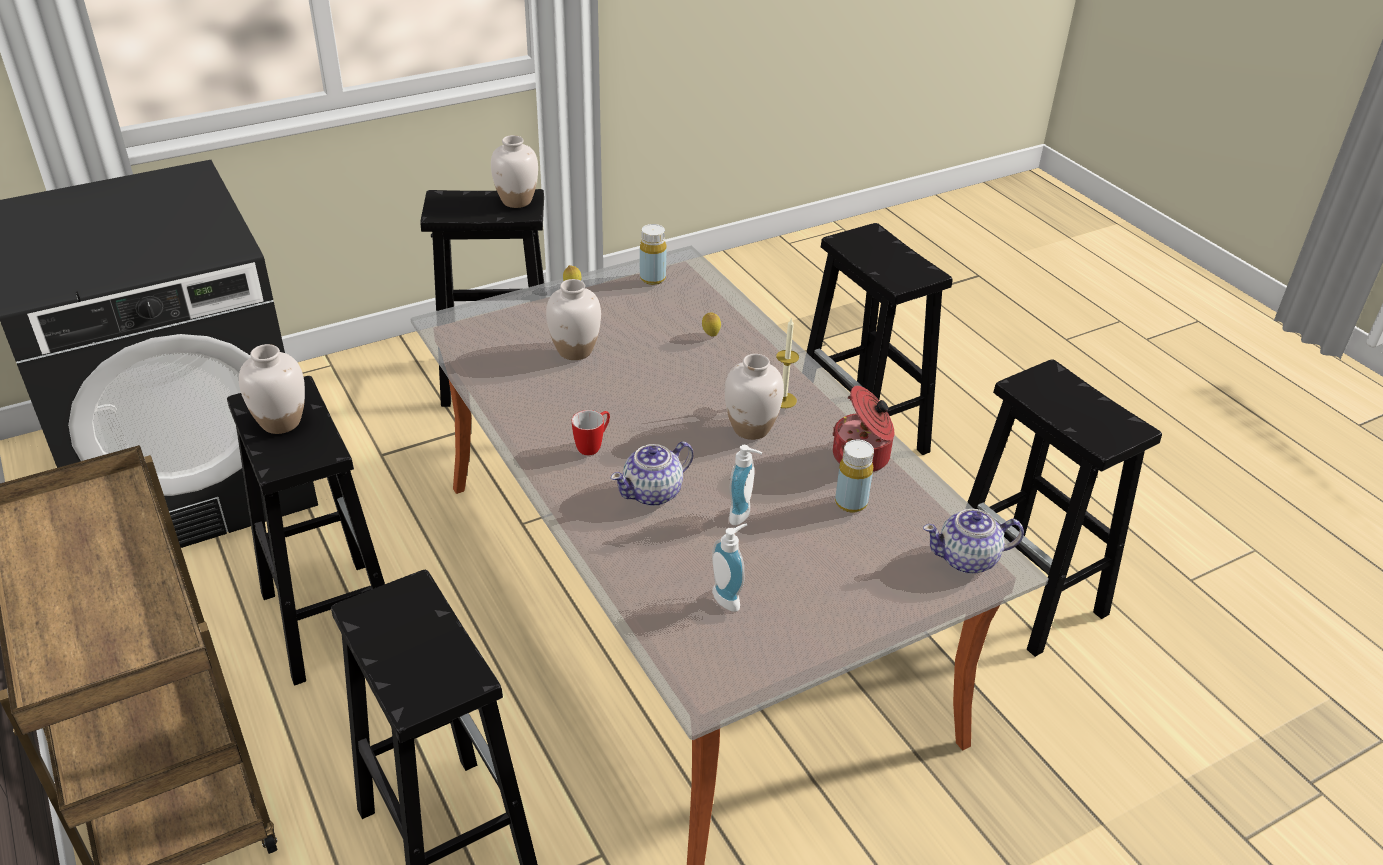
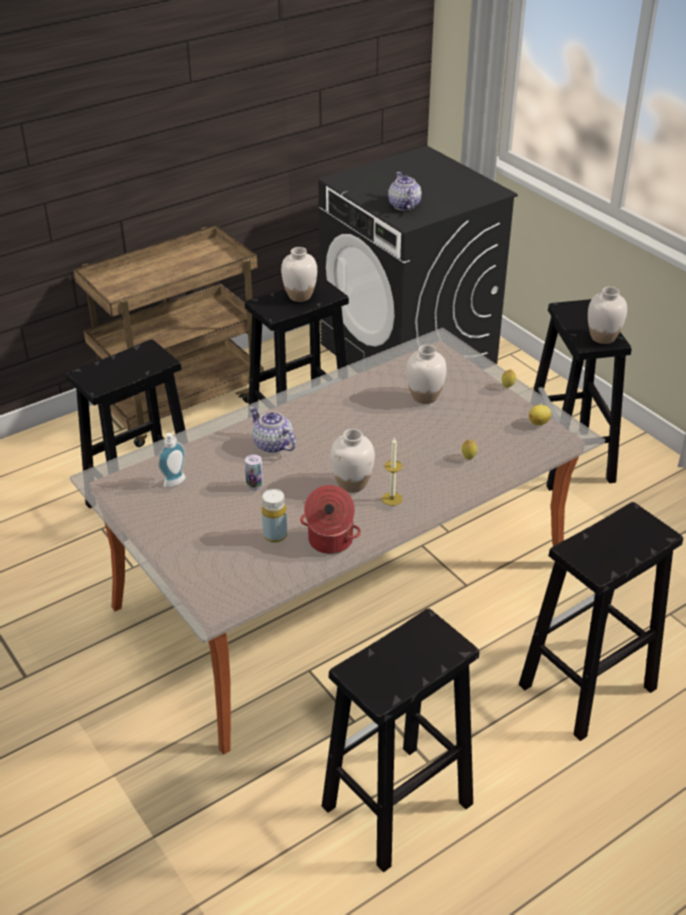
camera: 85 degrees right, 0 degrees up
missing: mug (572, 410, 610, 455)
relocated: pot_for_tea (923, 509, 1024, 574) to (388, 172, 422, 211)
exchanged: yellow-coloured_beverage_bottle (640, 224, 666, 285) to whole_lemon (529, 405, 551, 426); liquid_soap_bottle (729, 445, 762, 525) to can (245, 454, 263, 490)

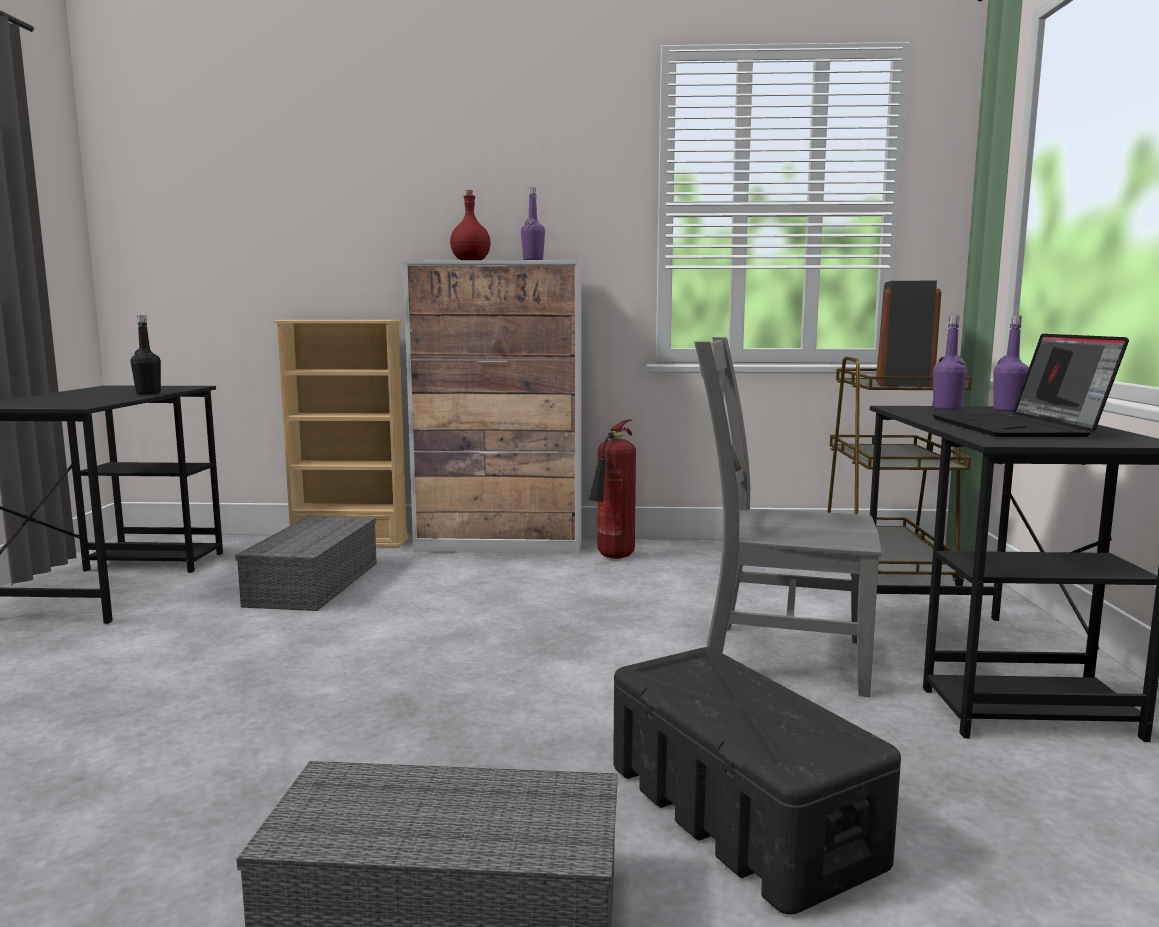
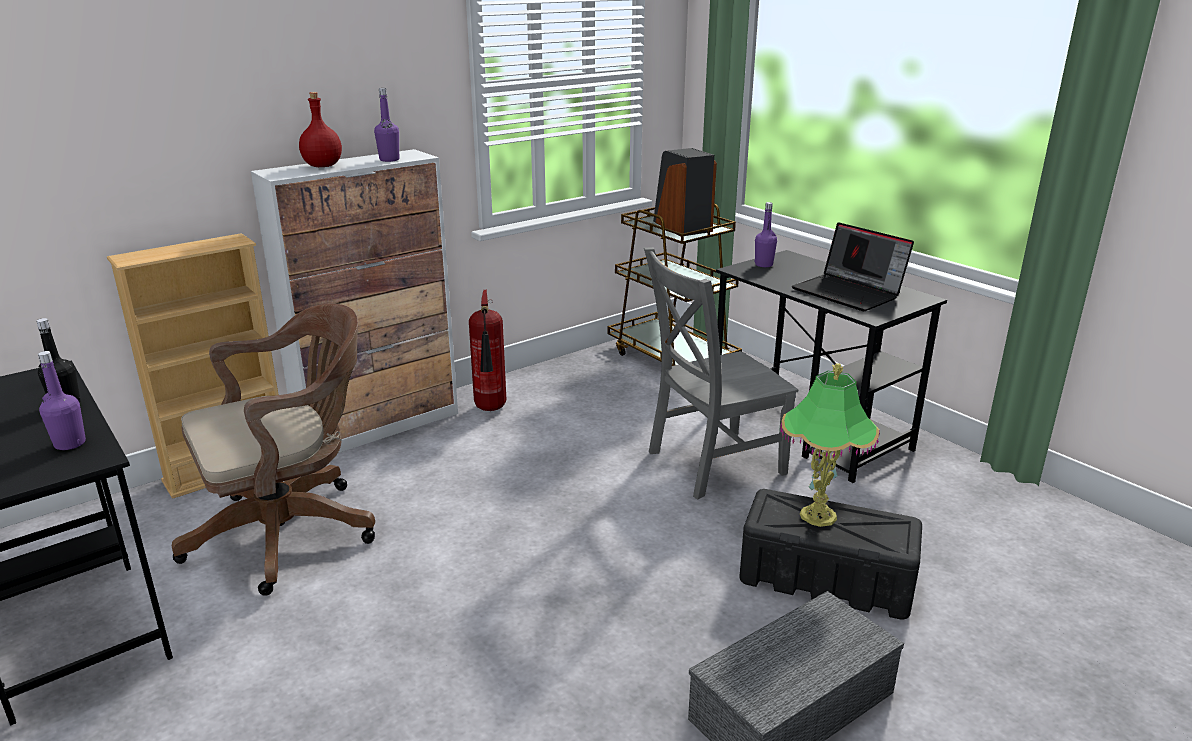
camera: 40 degrees left, 15 degrees up
appeared: table_lamp (780, 363, 880, 527)
relocated: purple-coloured_beverage_bottle (993, 316, 1029, 411) to (38, 351, 86, 450)
exchanged: grey_storage_box (235, 516, 377, 611) to brown_office_chair (172, 303, 375, 596)

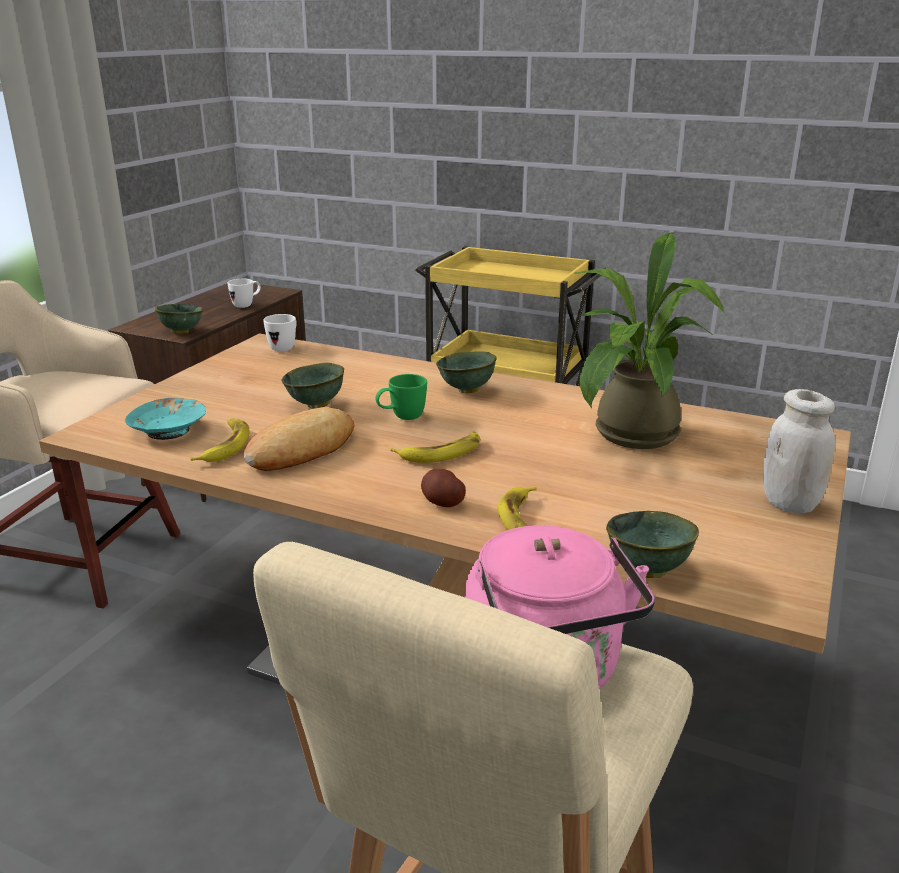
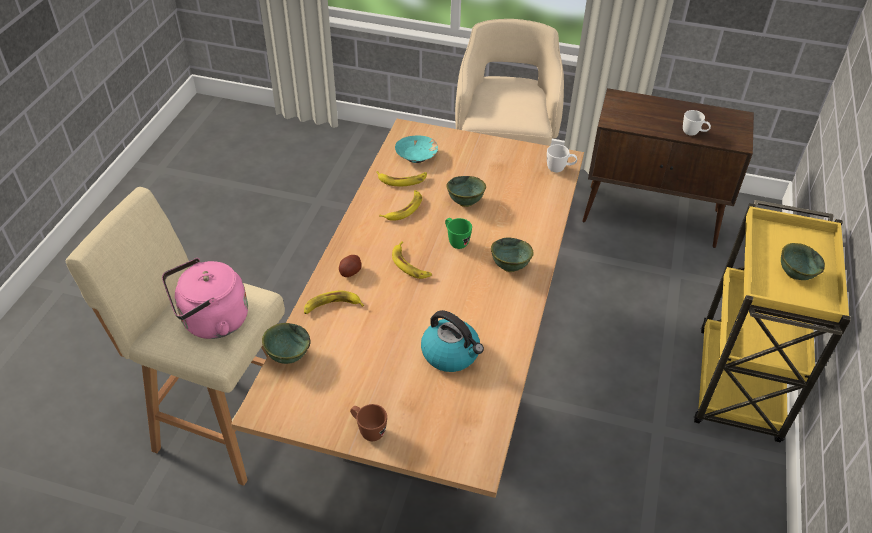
camera: 80 degrees right, 20 degrees up
relocated: green-coloured_serving_bowl (155, 304, 203, 334) to (781, 243, 825, 280)
exchanged: bread (243, 407, 355, 471) to whole_banana (379, 190, 422, 221); houseplant (574, 232, 725, 449) to kettle (421, 310, 484, 372); white-coloured_jar (763, 389, 835, 514) to brown_mug (350, 404, 387, 441)

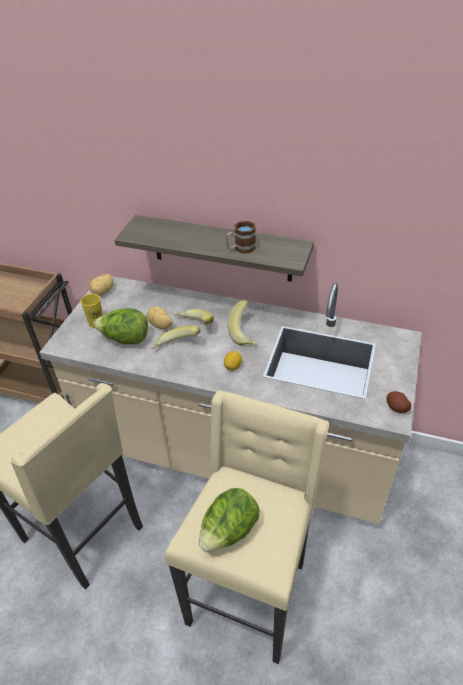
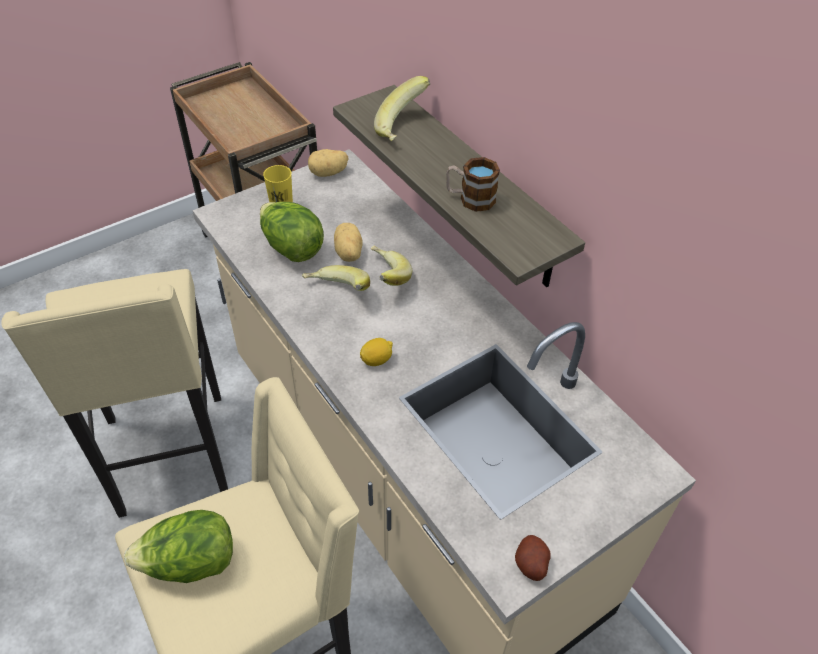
camera: 35 degrees right, 5 degrees up
relocated: whole_banana (228, 300, 256, 345) to (374, 76, 430, 141)

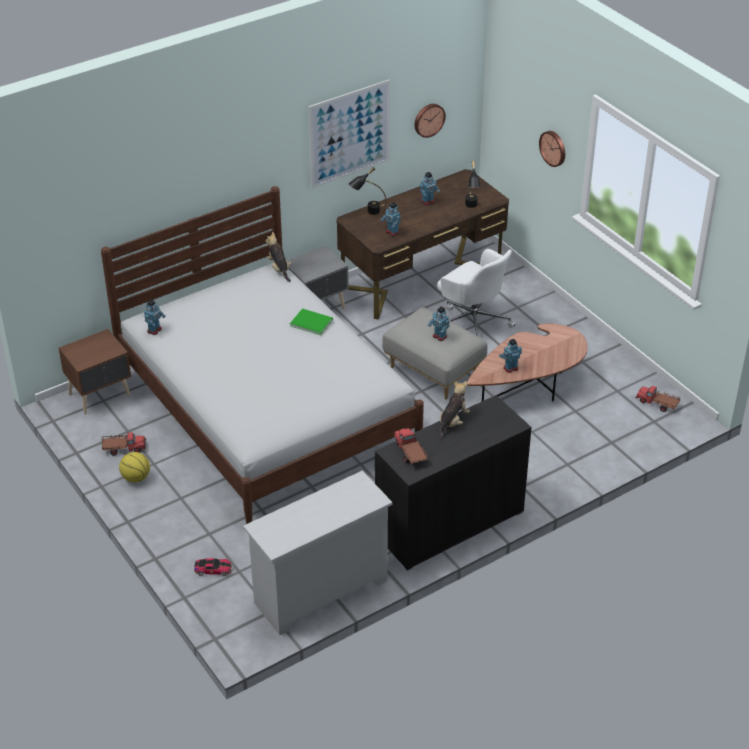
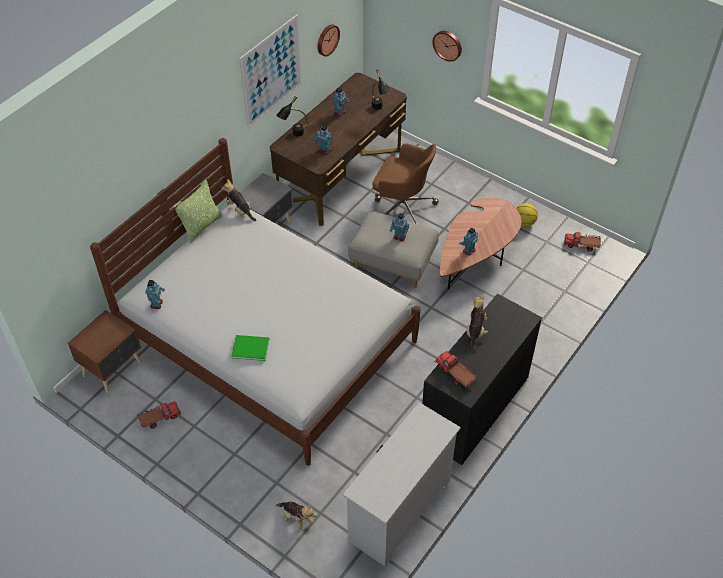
camera: 20 degrees left, 10 degrees up
appeared: throw_pillow (173, 180, 223, 243)
relocated: ball_for_basketball (119, 452, 150, 482) to (516, 203, 538, 227); green-coloured_volume (290, 309, 333, 335) to (231, 335, 269, 361)
exchanged: miniature_car (194, 558, 232, 576) to soft_toy (276, 502, 317, 531)
colour: white-coloured_office_chair (437, 249, 516, 336) to brown_office_chair (372, 143, 439, 224)

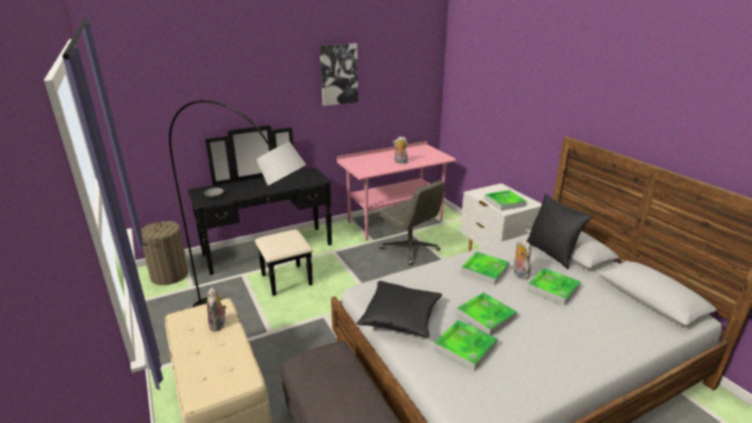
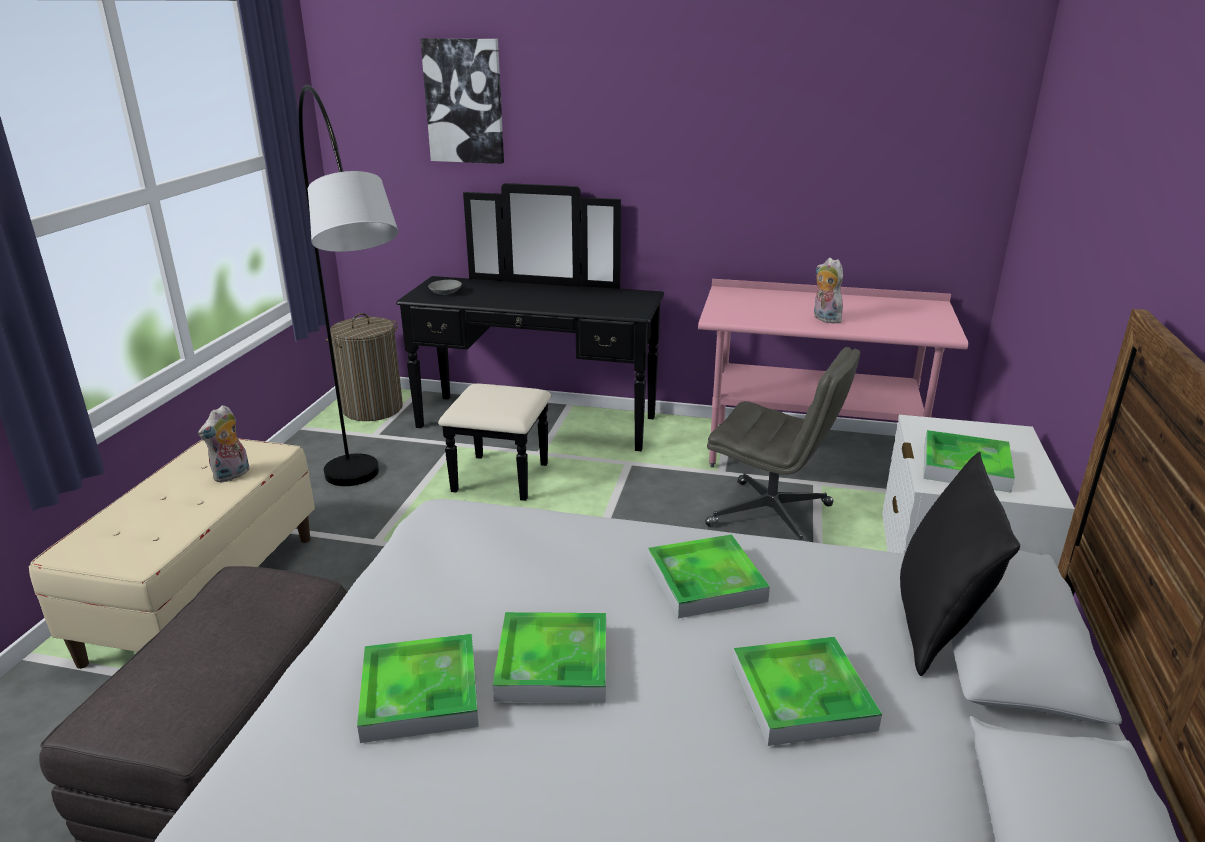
camera: 40 degrees right, 0 degrees up
missing: blackish_throw_pillow (356, 281, 442, 338); soft_toy (514, 240, 531, 279)
relocated: wall_picture (320, 43, 358, 106) to (420, 38, 504, 164)
spun: grey_office_chair (379, 181, 445, 265) = (705, 347, 860, 541) 60 degrees counterclockwise

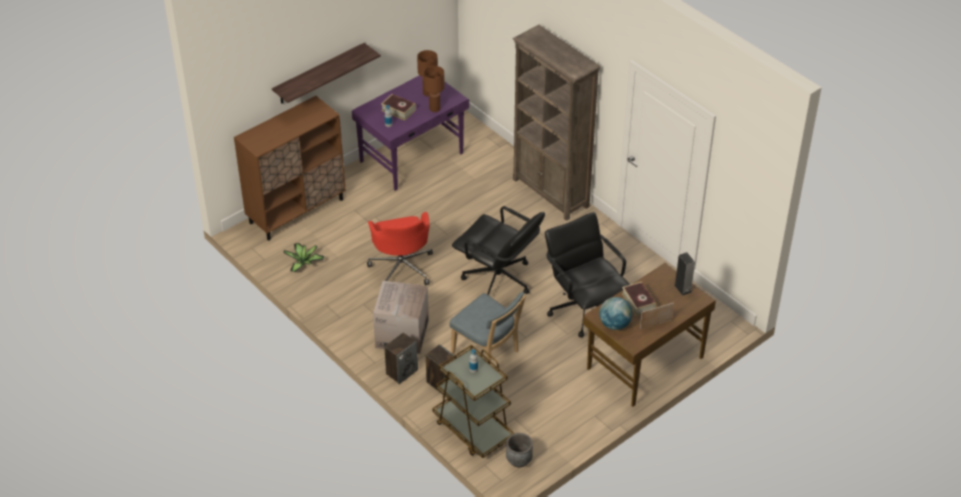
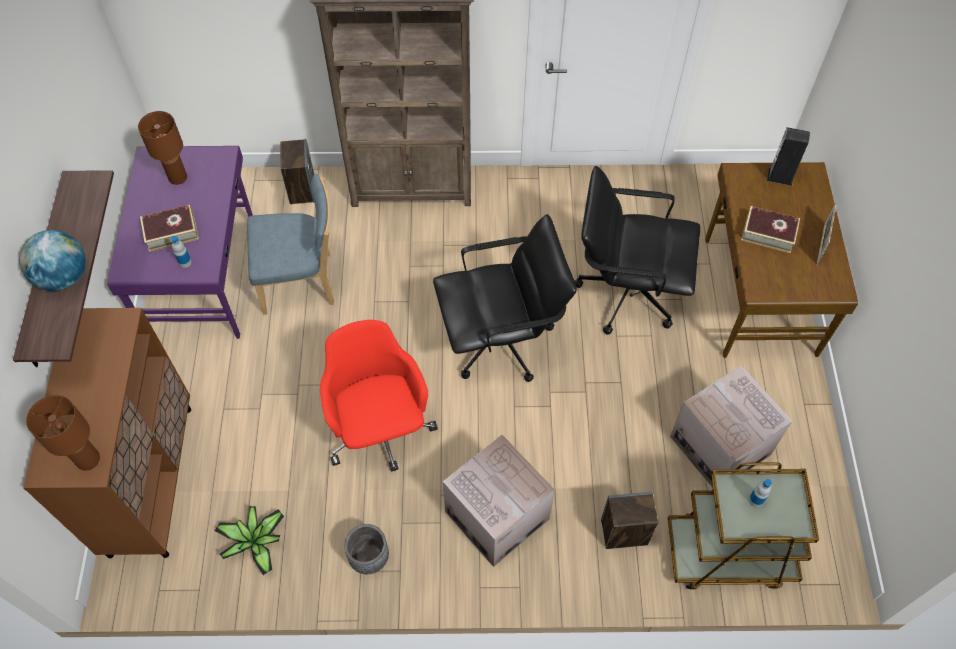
camera: 50 degrees left, 15 degrees up
appeared: cardboard_box (670, 365, 793, 488)
relocated: audio_speaker (384, 333, 418, 384) to (280, 139, 314, 204); brown_table_lamp (424, 66, 445, 112) to (26, 395, 100, 471); blue_chair (449, 292, 526, 364) to (247, 173, 334, 315); grey_plant_pot (506, 433, 533, 467) to (344, 524, 389, 574); world_globe (599, 297, 632, 330) to (19, 230, 86, 291)
spun: reddish_office_chair (367, 212, 433, 285) = (320, 320, 438, 472) 135 degrees counterclockwise

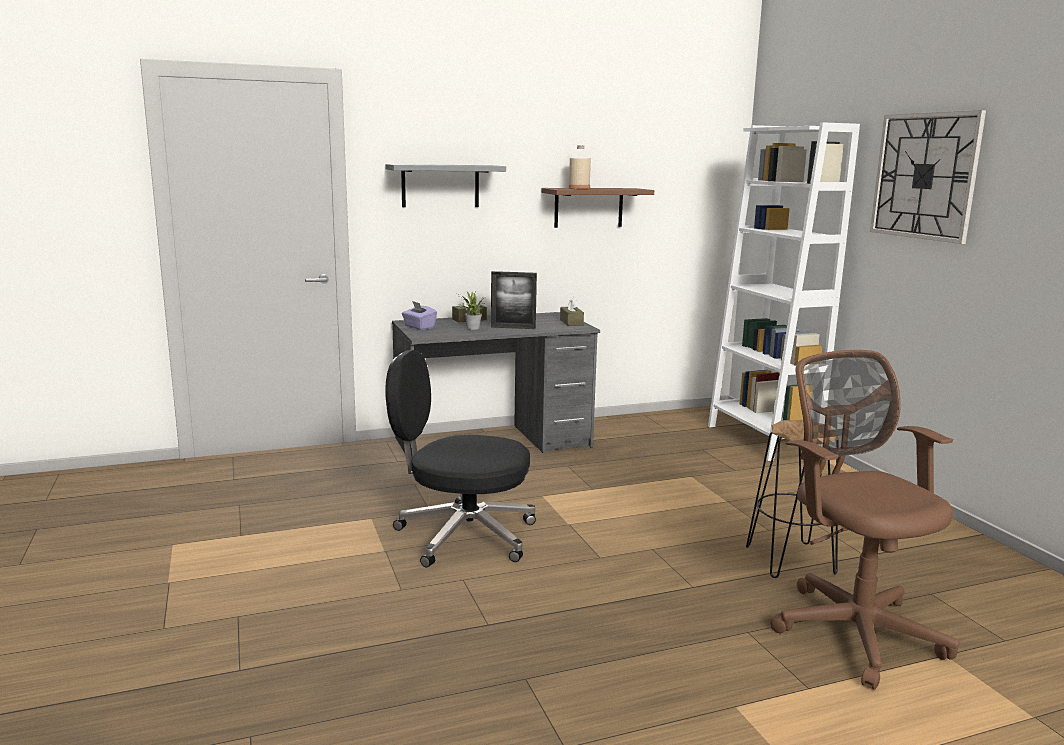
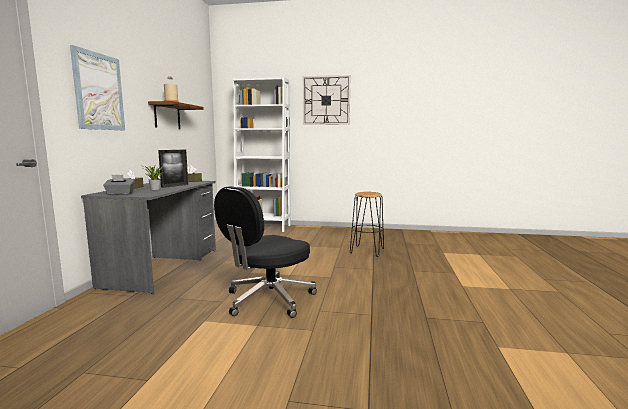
camera: 60 degrees left, 5 degrees down
missing: brown_office_chair (770, 350, 959, 690)
exchanged: grey_bracket_shelf (385, 164, 506, 207) to wall_picture (70, 45, 125, 130)
colour: purple-coloured_tissue_box (402, 301, 437, 330) to grey_tissue_box (103, 175, 135, 195)

